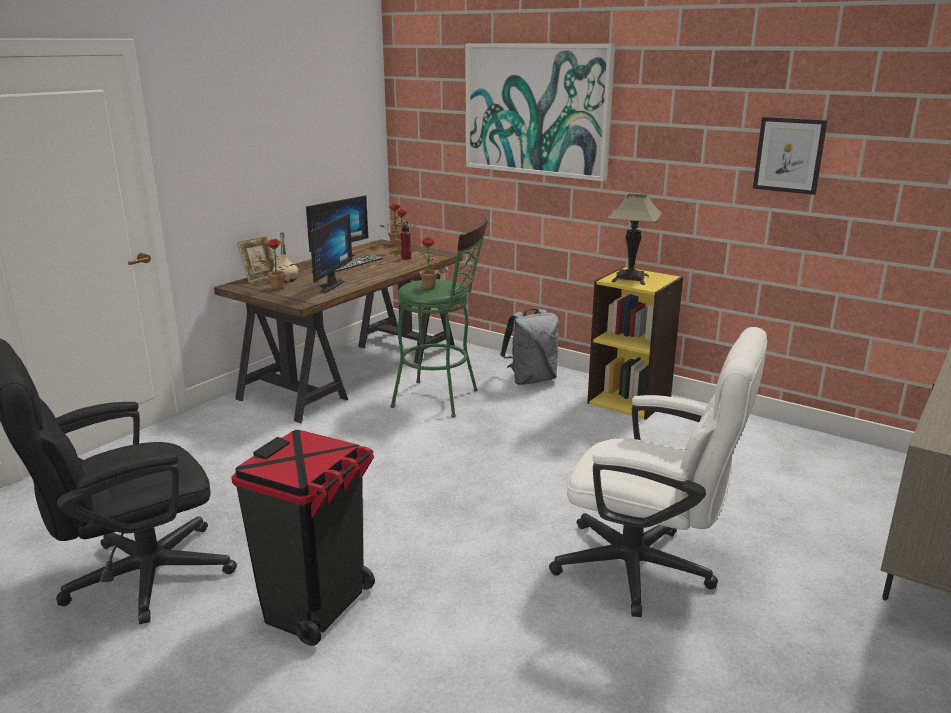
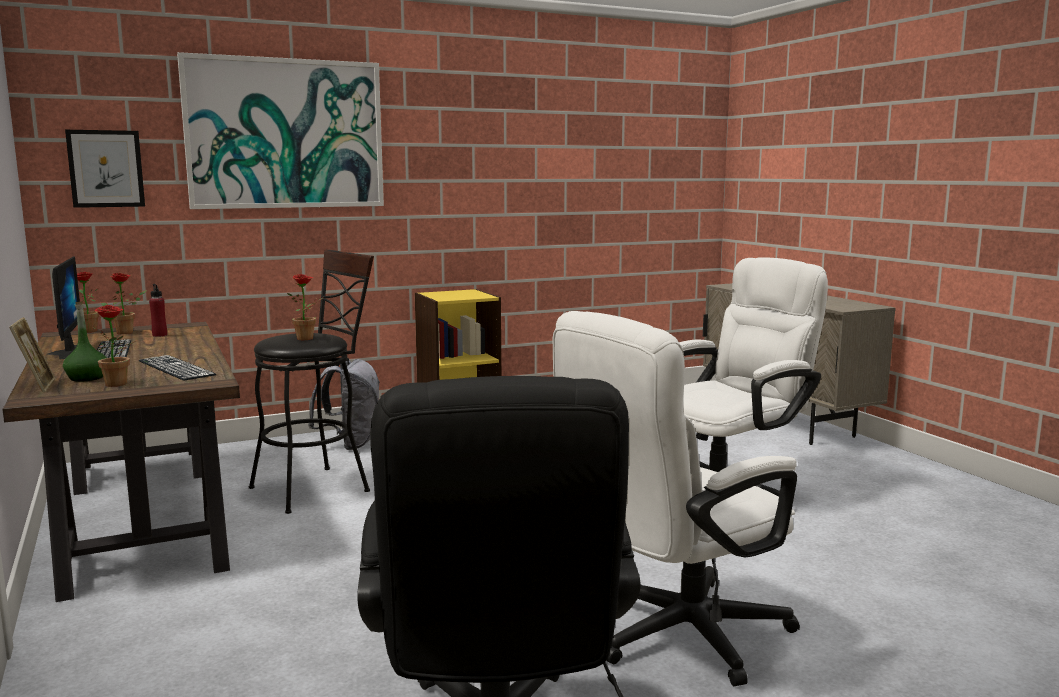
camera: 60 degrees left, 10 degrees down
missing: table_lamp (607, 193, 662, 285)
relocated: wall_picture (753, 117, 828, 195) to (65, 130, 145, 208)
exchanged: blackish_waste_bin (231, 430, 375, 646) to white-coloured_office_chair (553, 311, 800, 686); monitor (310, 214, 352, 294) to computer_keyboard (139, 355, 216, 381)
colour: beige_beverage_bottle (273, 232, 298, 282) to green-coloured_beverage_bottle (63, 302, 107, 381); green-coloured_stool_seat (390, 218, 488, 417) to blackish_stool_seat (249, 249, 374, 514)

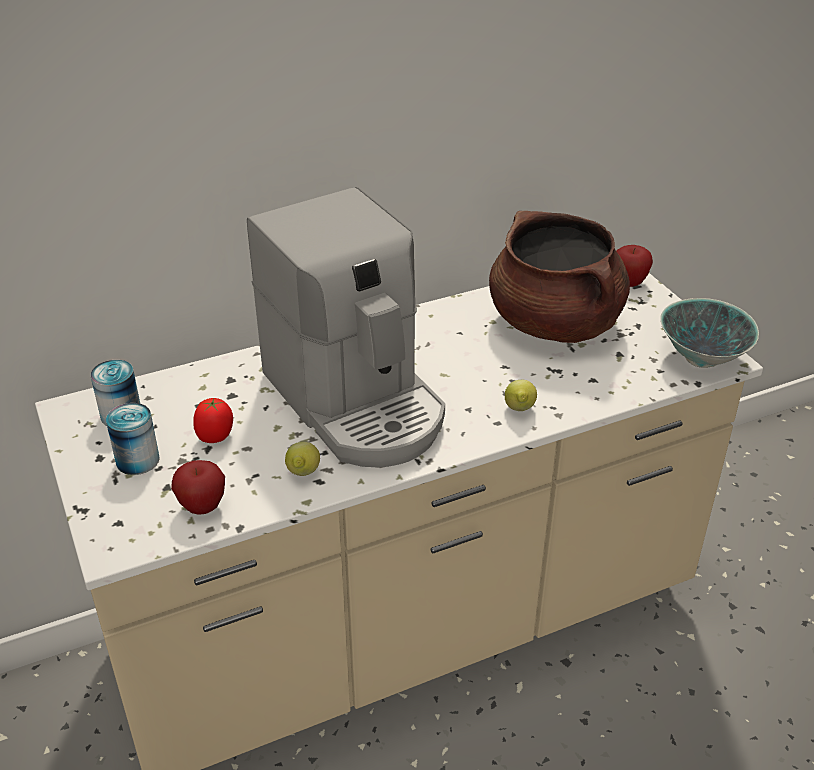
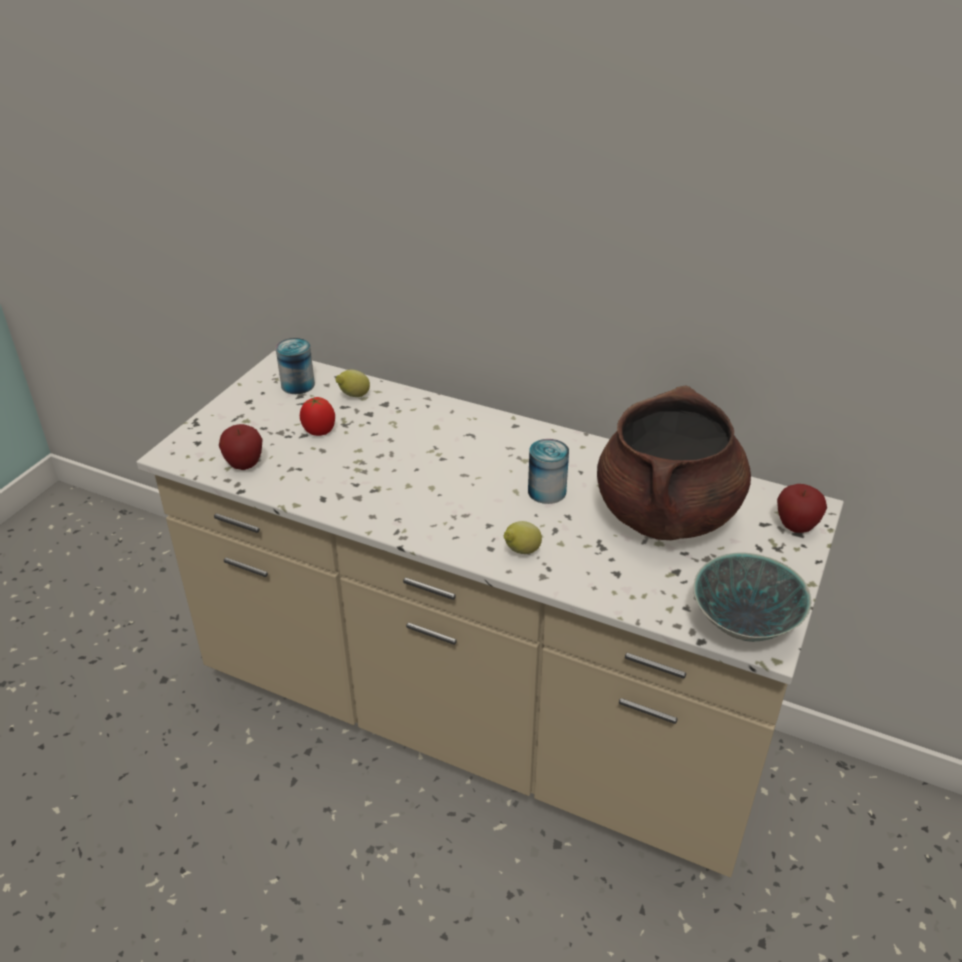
camera: 50 degrees right, 0 degrees up
missing: coffee_brewer (247, 187, 445, 468)
relocated: can (106, 403, 160, 475) to (528, 439, 569, 504); whole_lemon (285, 442, 320, 476) to (336, 370, 370, 397)

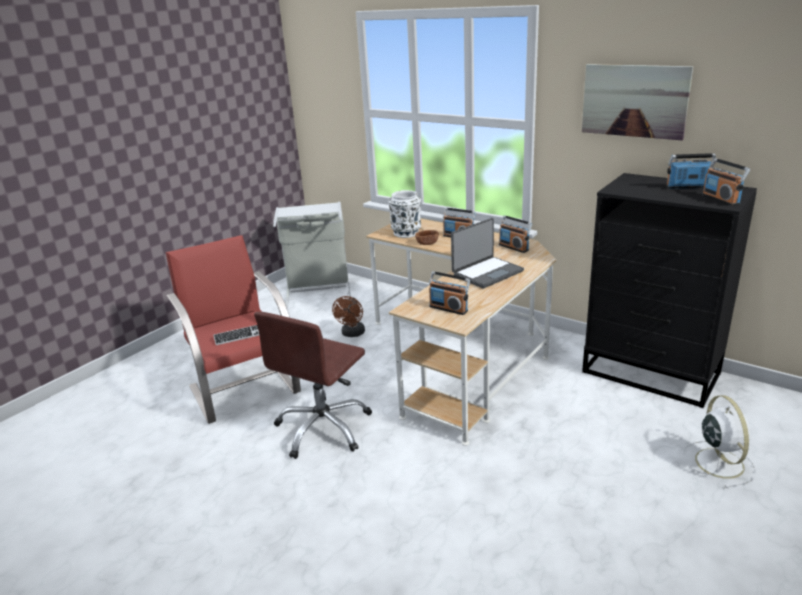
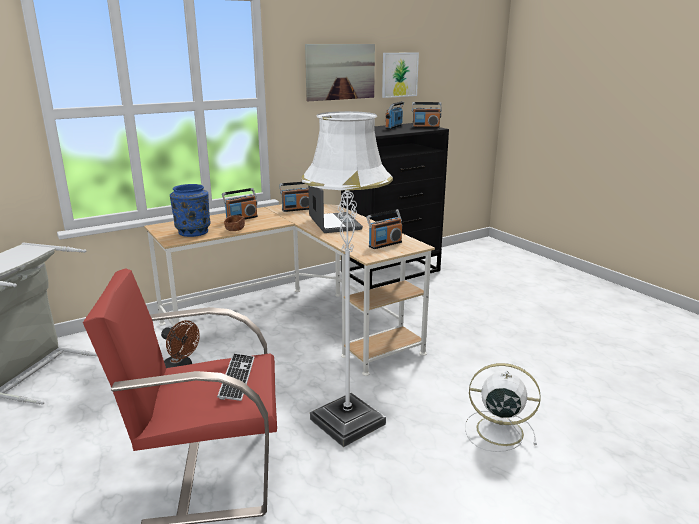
camera: 70 degrees left, 5 degrees down
appeared: wall_picture (382, 52, 419, 98)
relocated: white-coloured_fan (681, 395, 756, 488) to (465, 363, 541, 452)
exchanged: brown_office_chair (254, 311, 372, 459) to white-coloured_standing_lamp (302, 111, 393, 447)
colour: white-coloured_decorative_vase (388, 190, 421, 238) to blue_decorative_vase (170, 184, 211, 237)

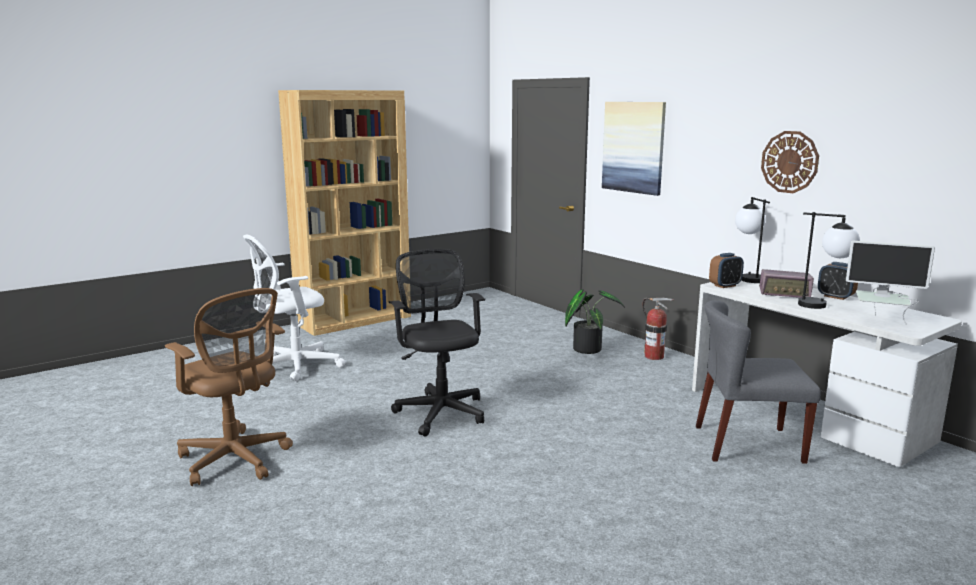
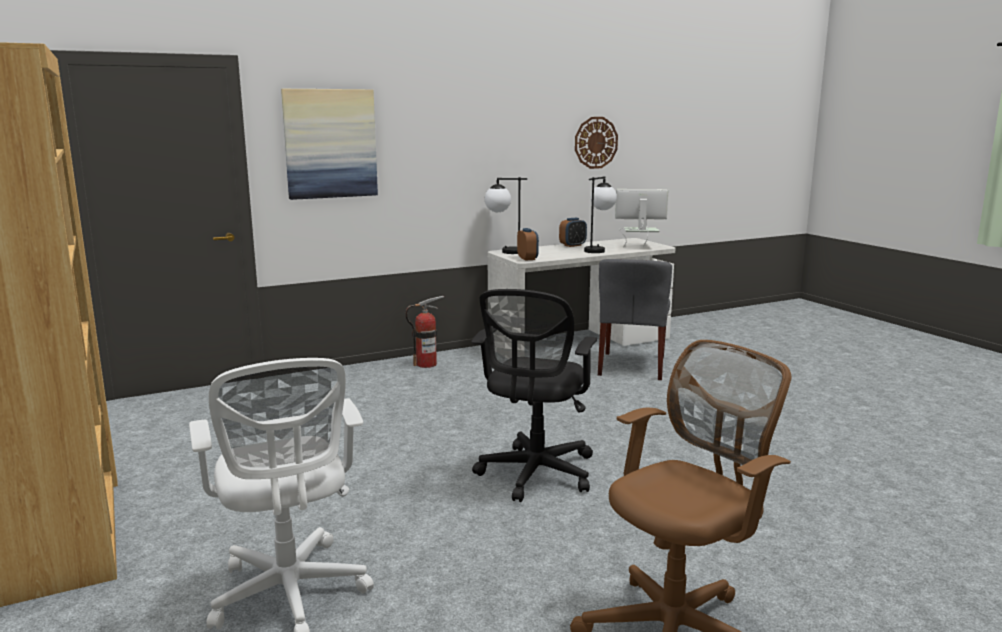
camera: 80 degrees left, 0 degrees up
missing: houseplant (565, 289, 625, 354); radio_set (759, 269, 814, 298)
relocated: clock_on_the_wall (761, 131, 819, 193) to (575, 117, 618, 169)
spun: blackish_office_chair (389, 249, 485, 437) = (471, 289, 597, 502) 60 degrees counterclockwise; monitor (846, 241, 935, 325) = (615, 189, 668, 248) 120 degrees counterclockwise

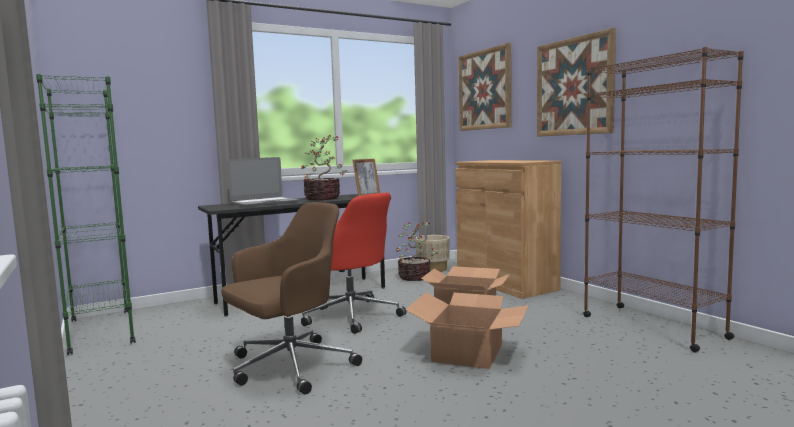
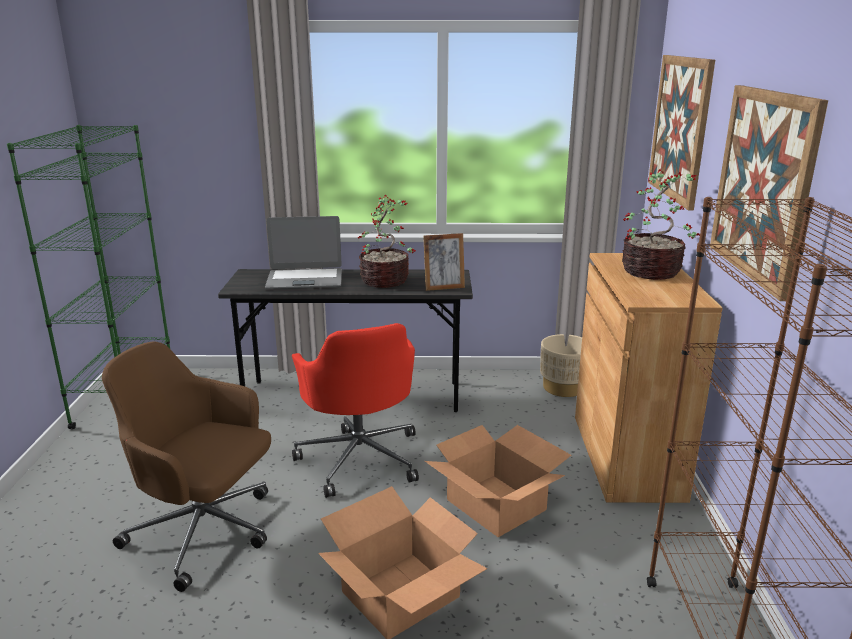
camera: 30 degrees right, 15 degrees up
relocated: houseplant (396, 222, 438, 281) to (622, 169, 700, 280)
spun: brown_office_chair (221, 202, 362, 395) = (102, 341, 271, 592) 150 degrees counterclockwise

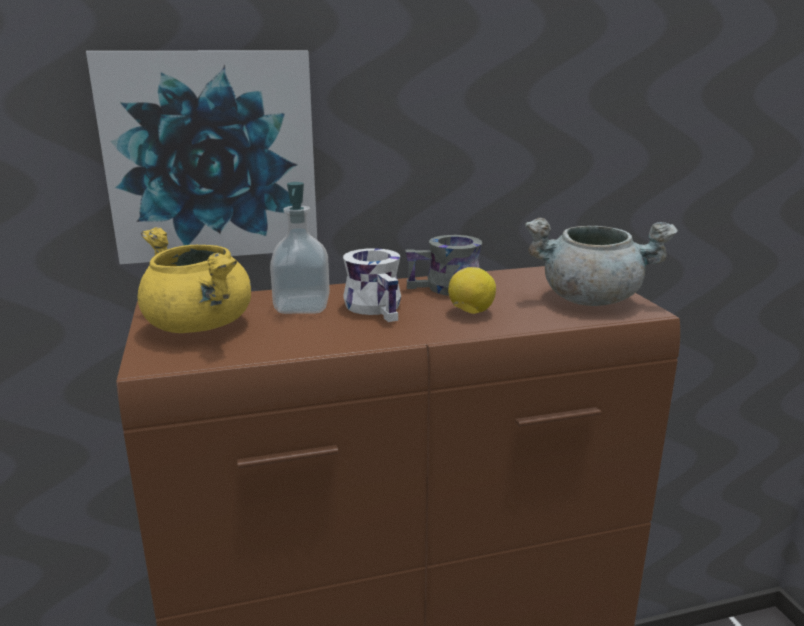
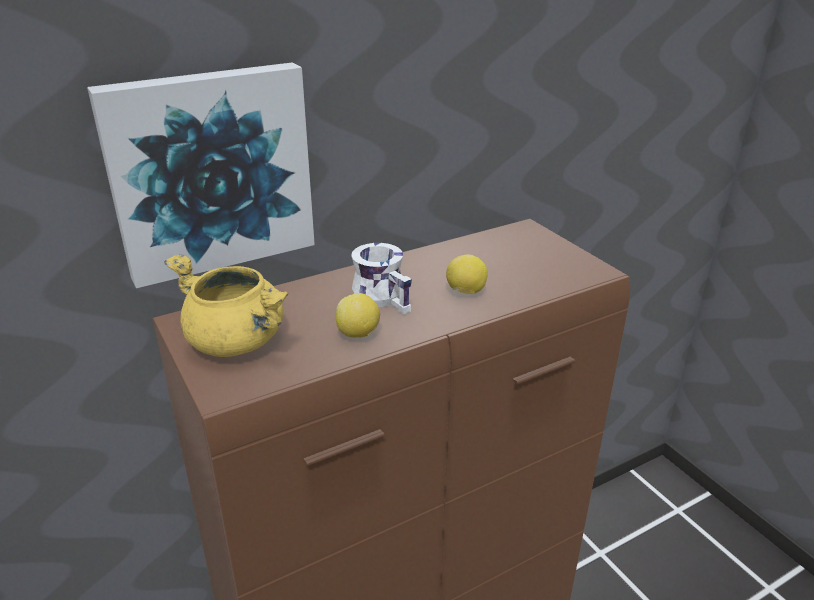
camera: 15 degrees left, 10 degrees up
missing: liquid_soap_bottle (270, 182, 330, 314); grey_mug (406, 235, 483, 296); grey_cooking_pot (525, 218, 678, 306)
appeared: whole_lemon (336, 293, 380, 338)

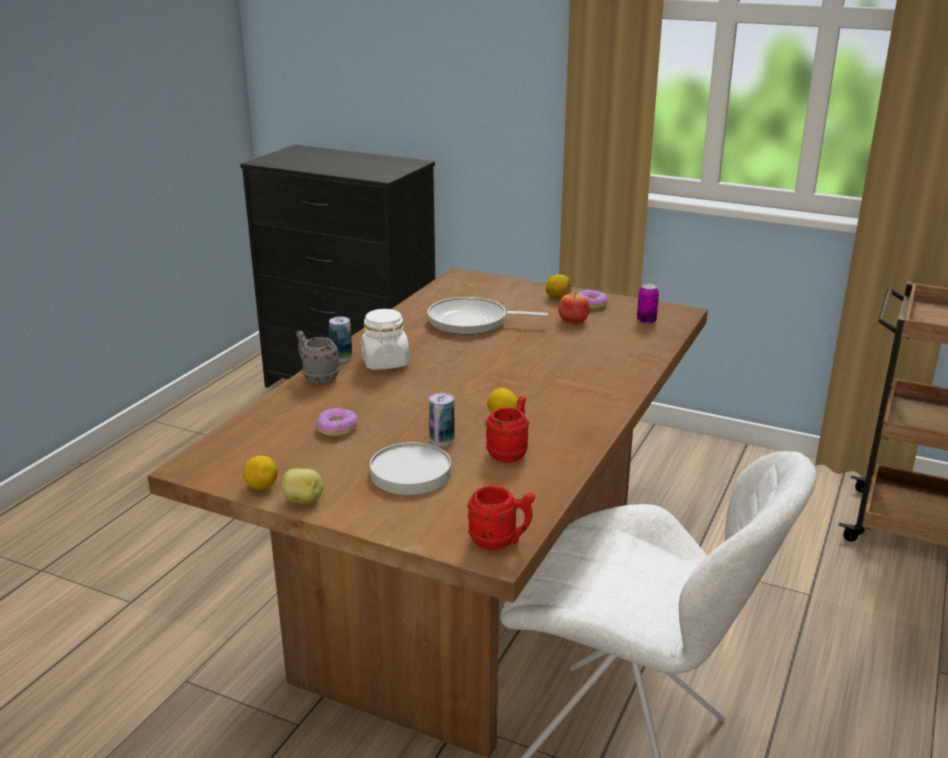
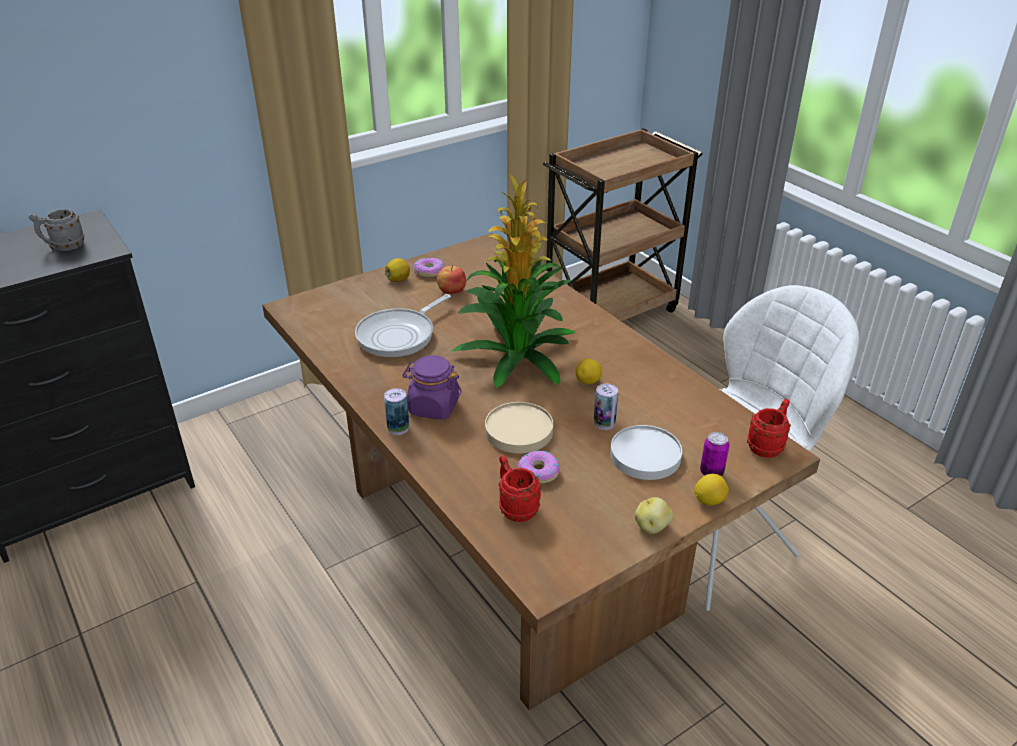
camera: 60 degrees left, 10 degrees up
appeared: houseplant (452, 173, 576, 388); beige_dinner_plate (485, 402, 553, 453)
relocated: whole_lemon (243, 456, 278, 490) to (694, 474, 729, 505); grey_mug (296, 331, 339, 384) to (29, 209, 84, 251); reddish_mug (486, 396, 529, 462) to (498, 455, 541, 522); can (637, 283, 659, 324) to (700, 432, 729, 476)
colour: white-coloured_jar (361, 309, 410, 370) to purple-coloured_jar (402, 355, 462, 420)

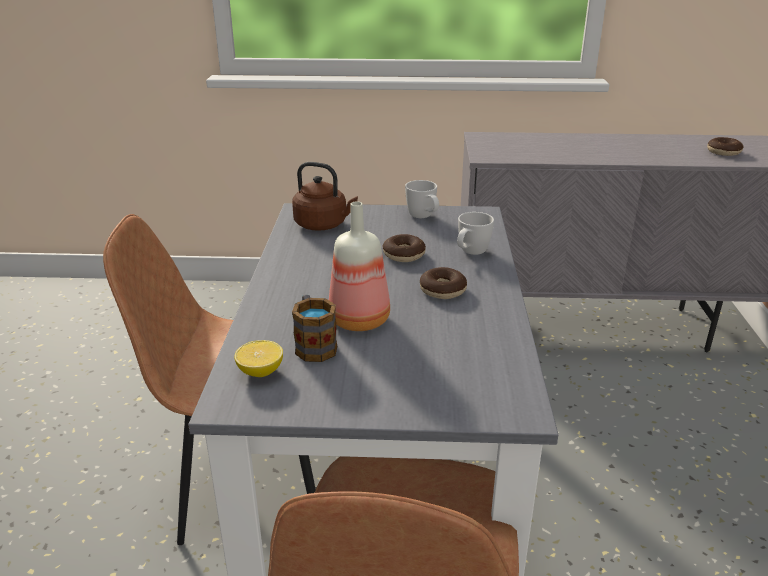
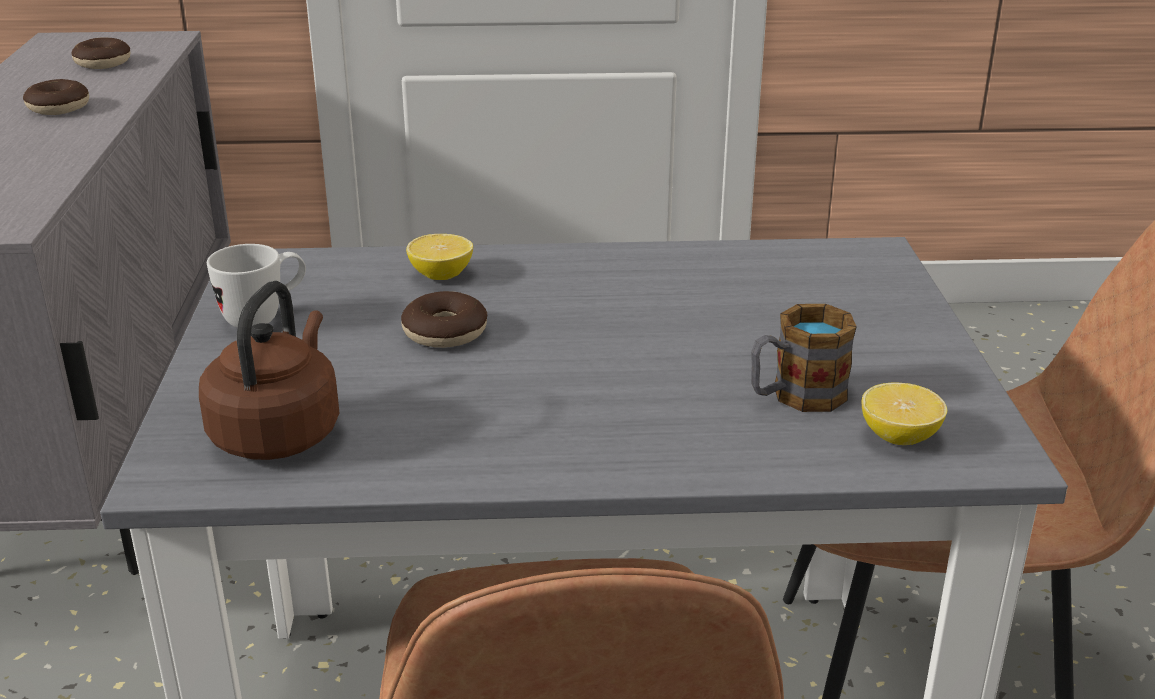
camera: 95 degrees left, 0 degrees up
missing: beverage_bottle (329, 201, 390, 331)
relocated: ring_doughnut (420, 267, 467, 299) to (23, 79, 89, 115)
exchanged: white-coloured_mug (457, 212, 494, 255) to whole_lemon (406, 234, 473, 280)

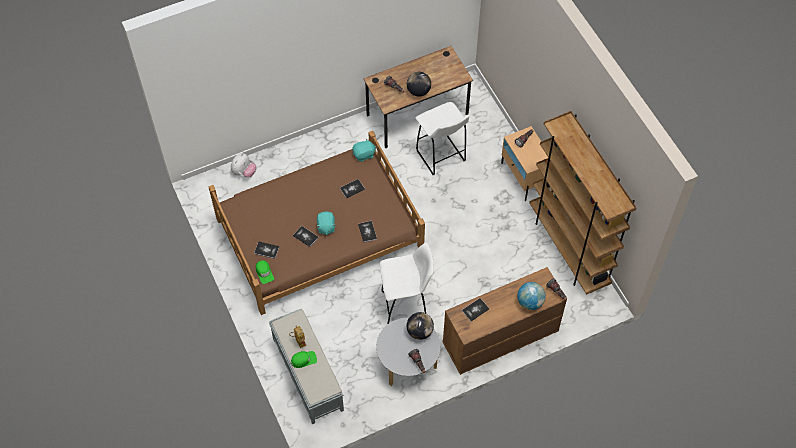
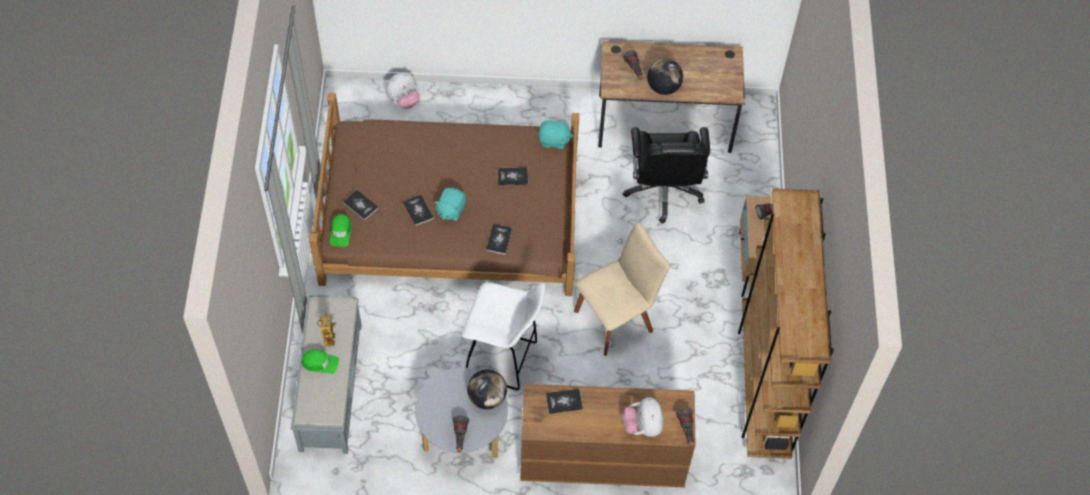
camera: 25 degrees right, 0 degrees up
appeared: beige_chair (574, 223, 670, 356)
exchanged: white-coloured_stool_seat (415, 102, 470, 176) to blackish_office_chair (623, 127, 710, 224); world_globe (517, 282, 546, 310) to soft_toy (623, 397, 664, 437)

